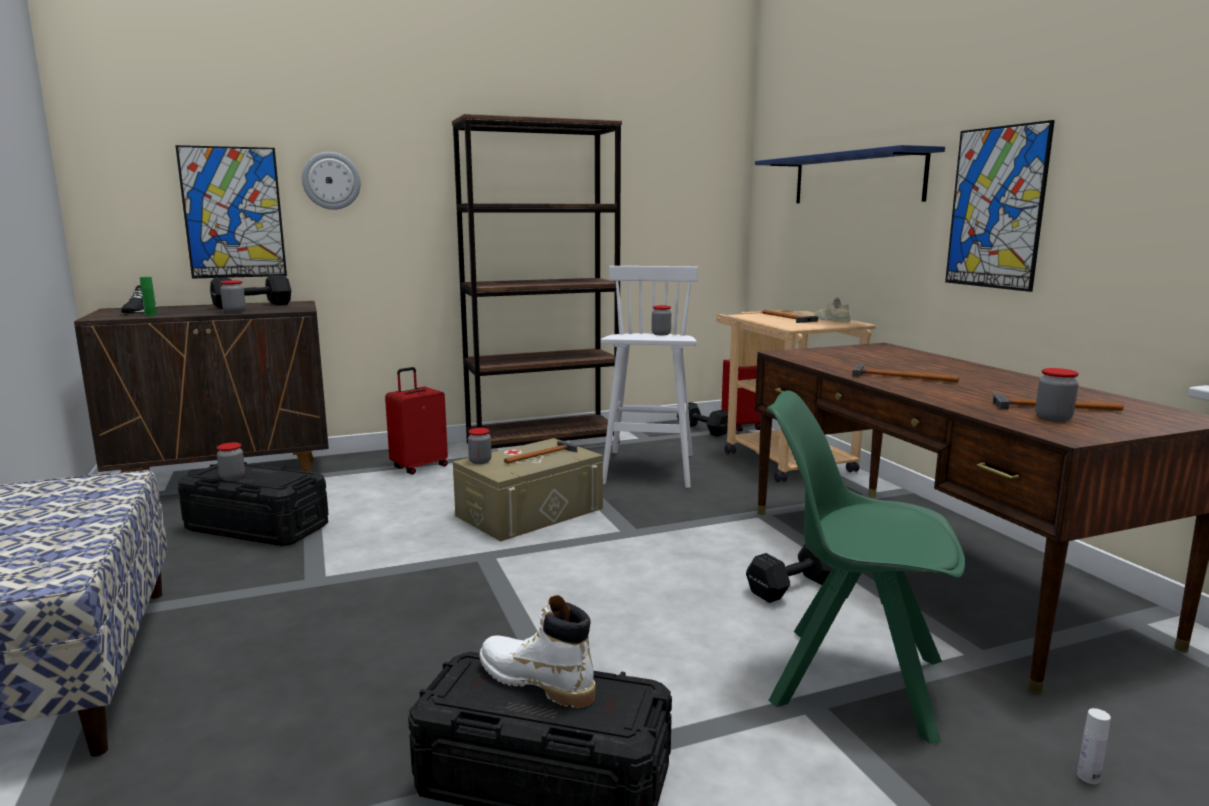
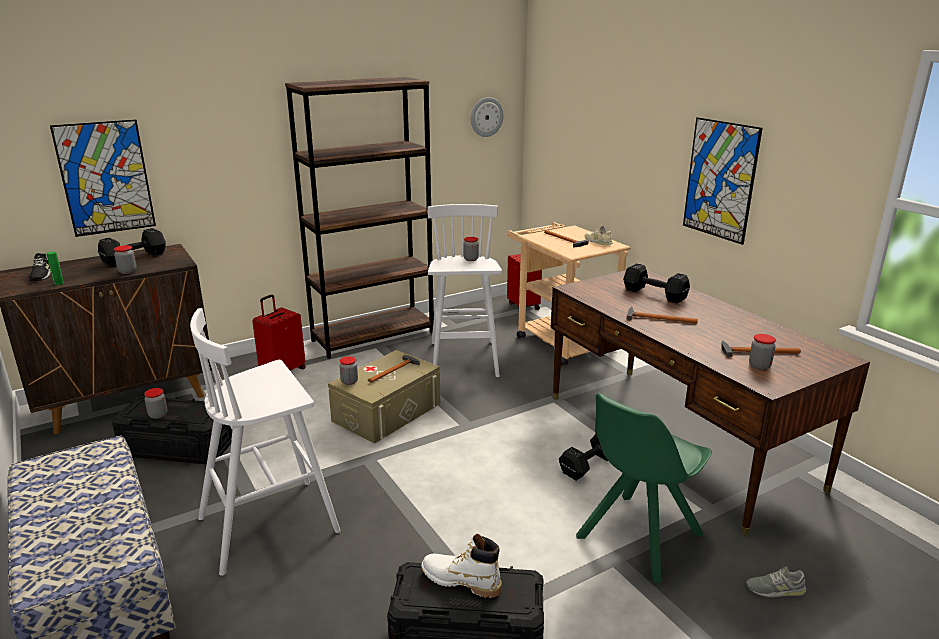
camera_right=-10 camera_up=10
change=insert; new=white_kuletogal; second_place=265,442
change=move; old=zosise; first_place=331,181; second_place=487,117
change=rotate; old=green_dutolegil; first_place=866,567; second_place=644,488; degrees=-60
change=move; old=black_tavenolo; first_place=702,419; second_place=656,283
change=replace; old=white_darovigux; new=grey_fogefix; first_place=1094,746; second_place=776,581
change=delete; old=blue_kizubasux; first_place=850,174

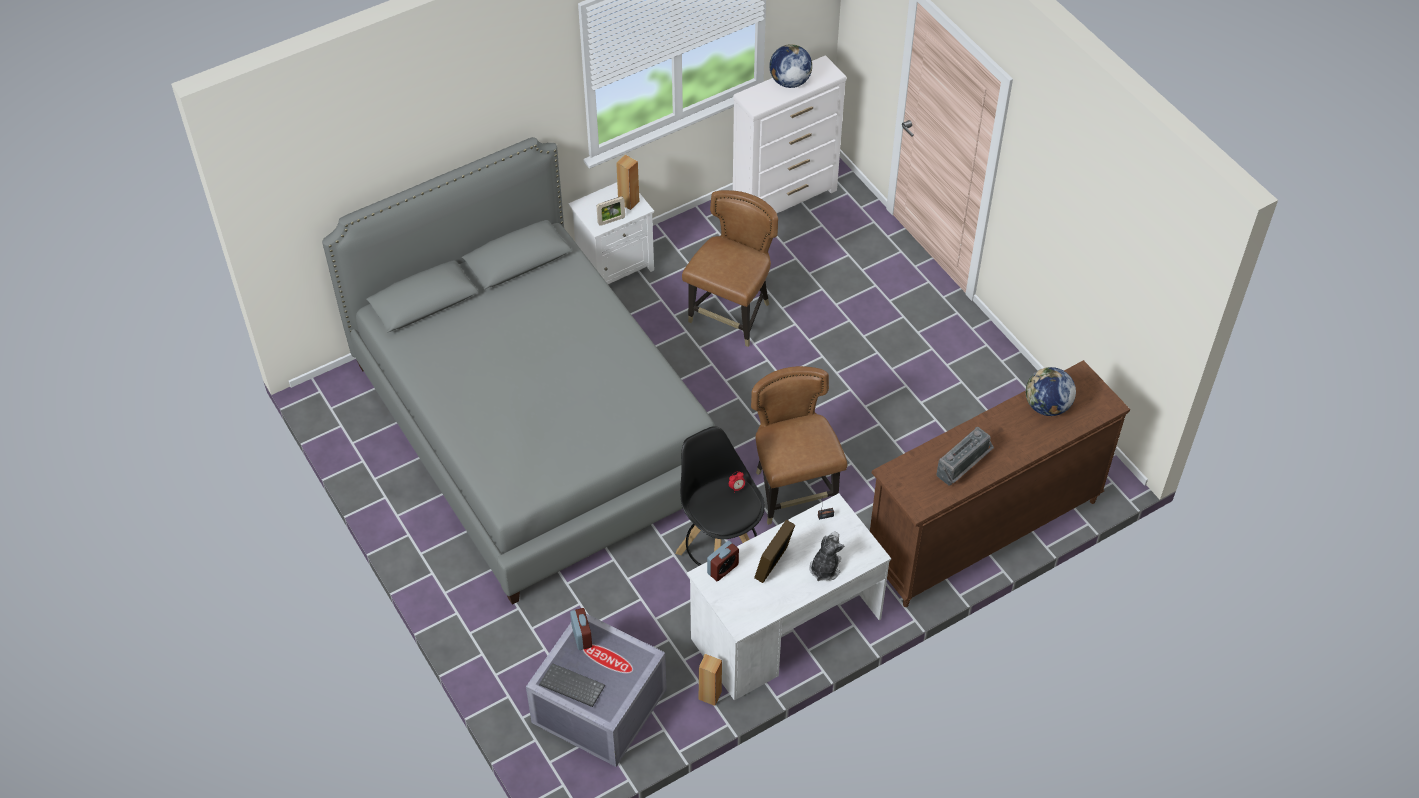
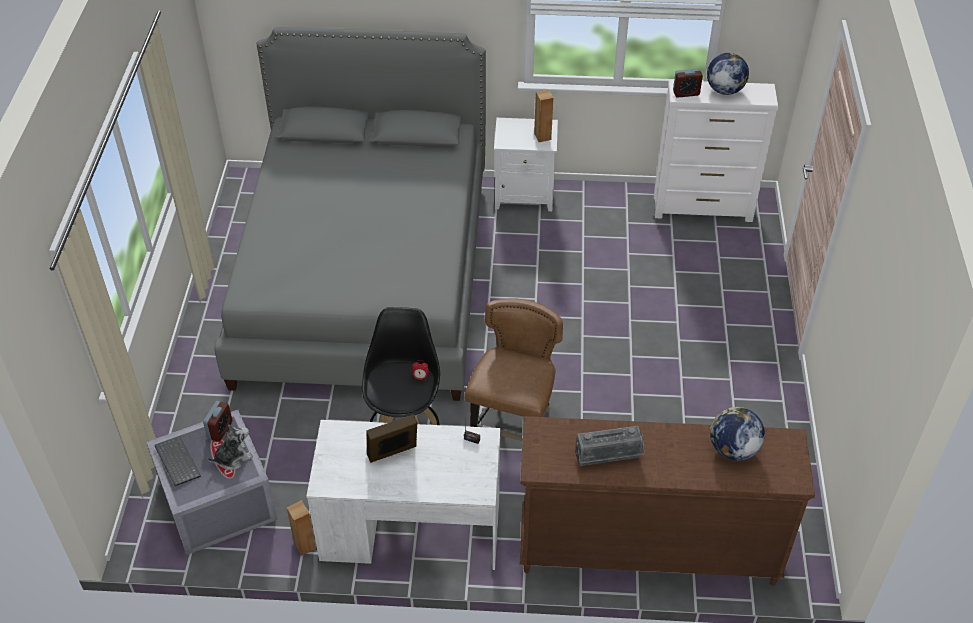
camera_right=35 camera_up=-5
change=move; old=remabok; first_place=827,556; second_place=230,447
change=move; old=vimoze; first_place=723,561; second_place=688,83
change=delete; old=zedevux; first_place=611,211
change=delete; old=brown_dutolegil; first_place=730,268

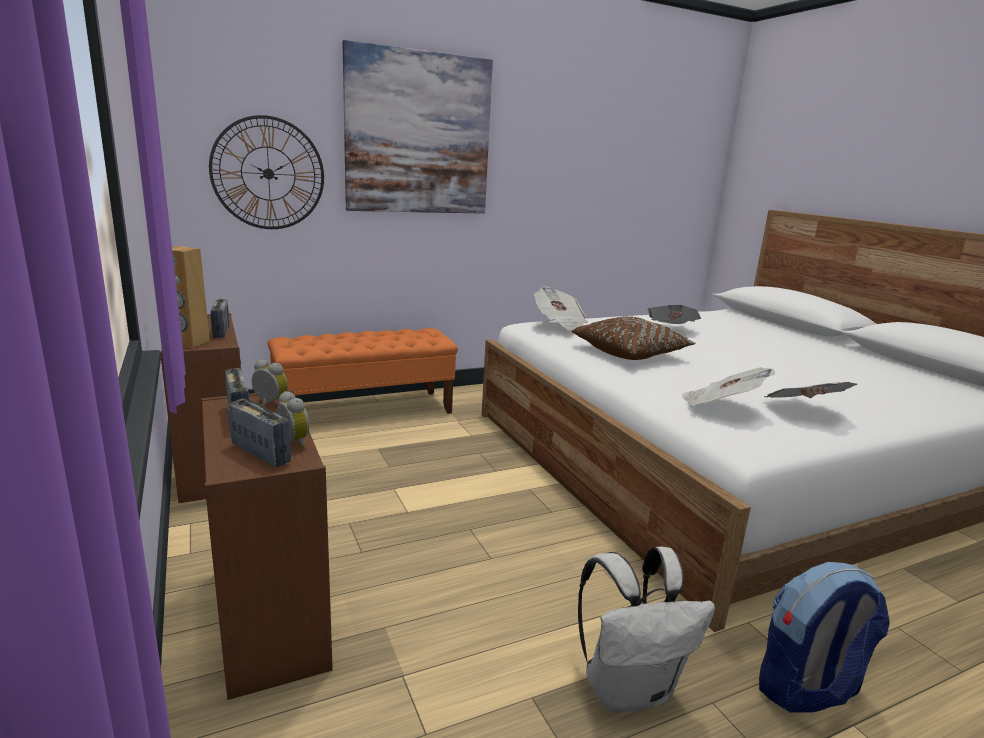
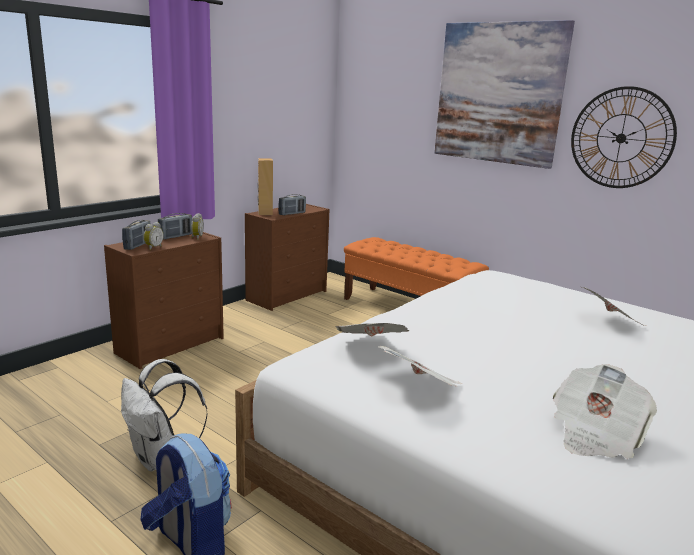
camera_right=65 camera_up=0
change=move; old=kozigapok; first_place=561,308; second_place=604,411
change=move; old=zosise; first_place=266,172; second_place=624,137
change=delete; old=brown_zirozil; first_place=634,338

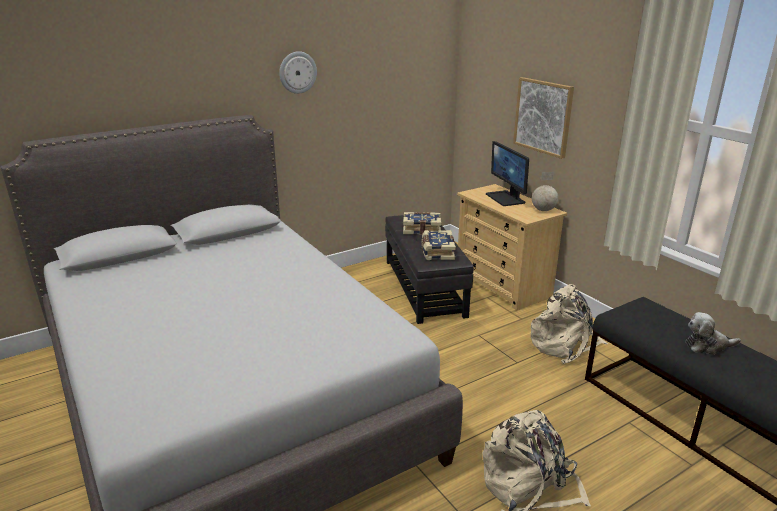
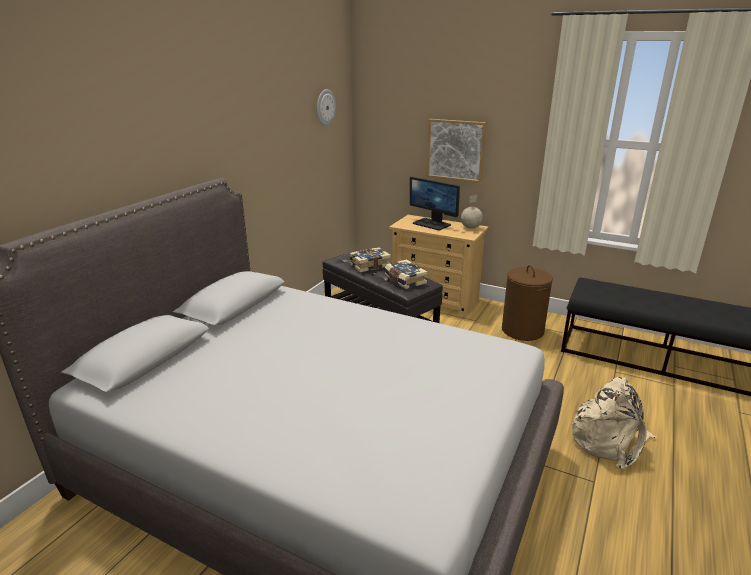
camera_right=-30 camera_up=0
change=move; old=zosise; first_place=298,72; second_place=326,107
change=replace; old=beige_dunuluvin; new=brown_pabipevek; first_place=569,324; second_place=527,303
change=delete; old=remabok; first_place=713,333

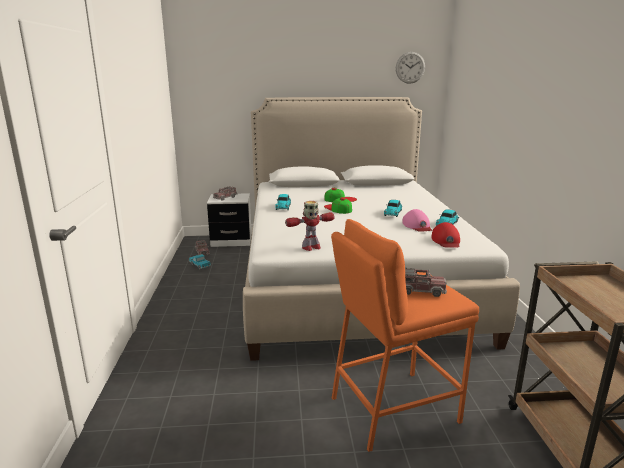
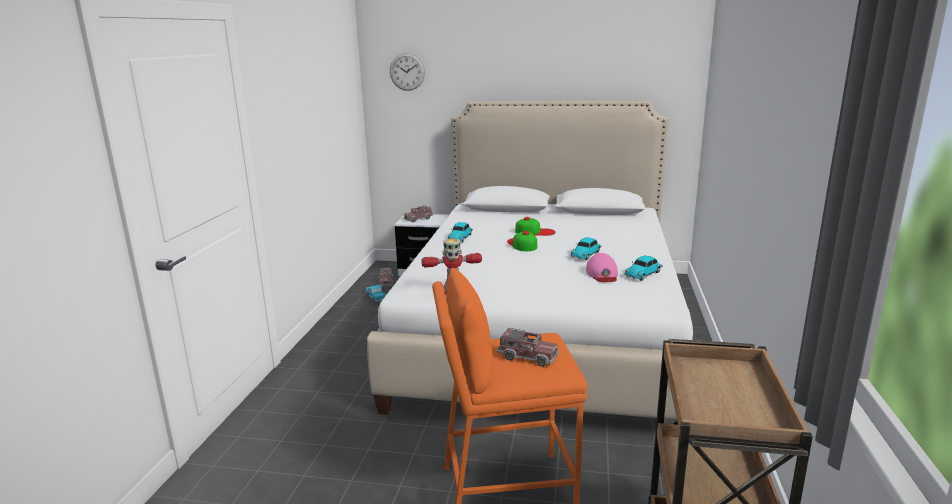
camera_right=15 camera_up=0
change=move; old=zosise; first_place=410,68; second_place=407,72
change=delete; old=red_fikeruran; first_place=445,235

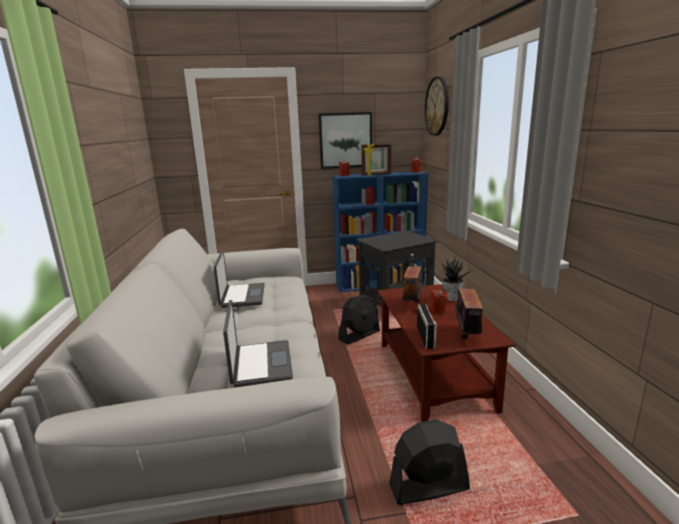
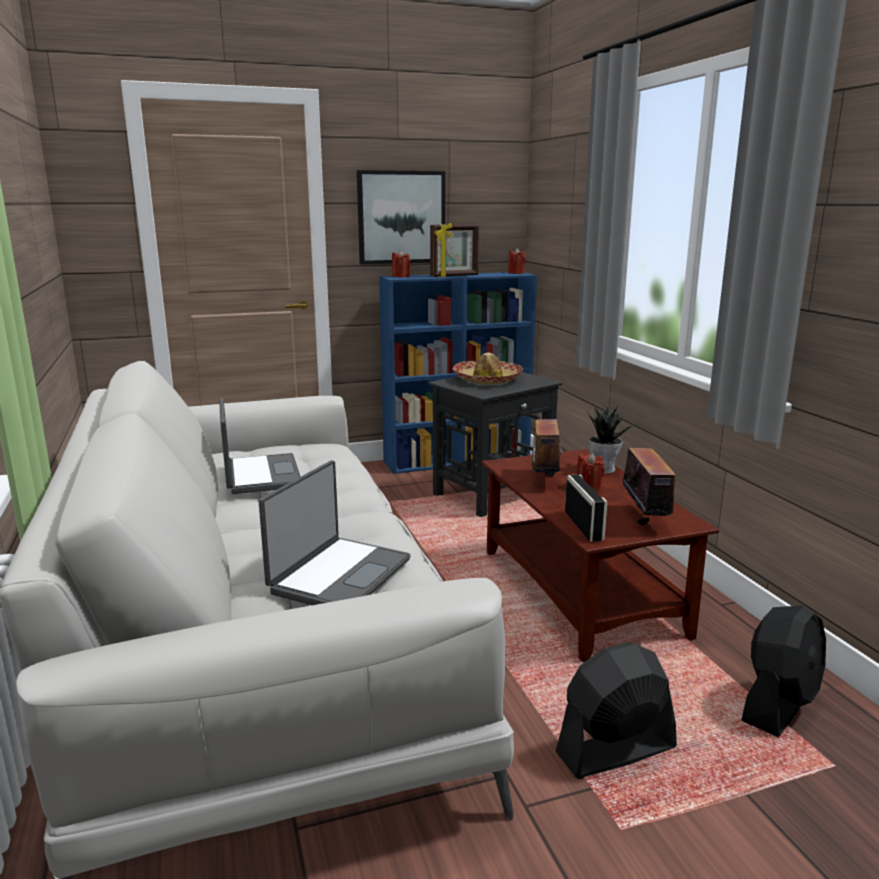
camera_right=-10 camera_up=0
change=rotate; old=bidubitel; first_place=258,344; second_place=335,532; degrees=45
change=insert; new=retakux; second_place=488,369
change=move; old=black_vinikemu; first_place=359,319; second_place=783,671
change=delete; old=zosise; first_place=437,106

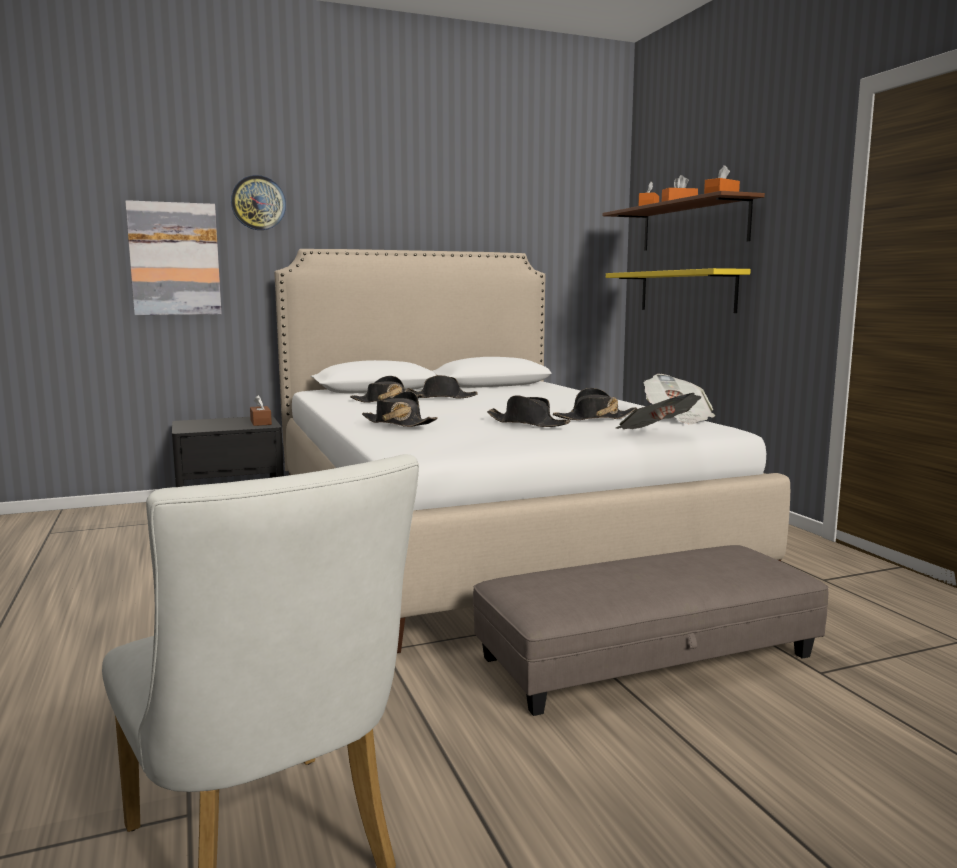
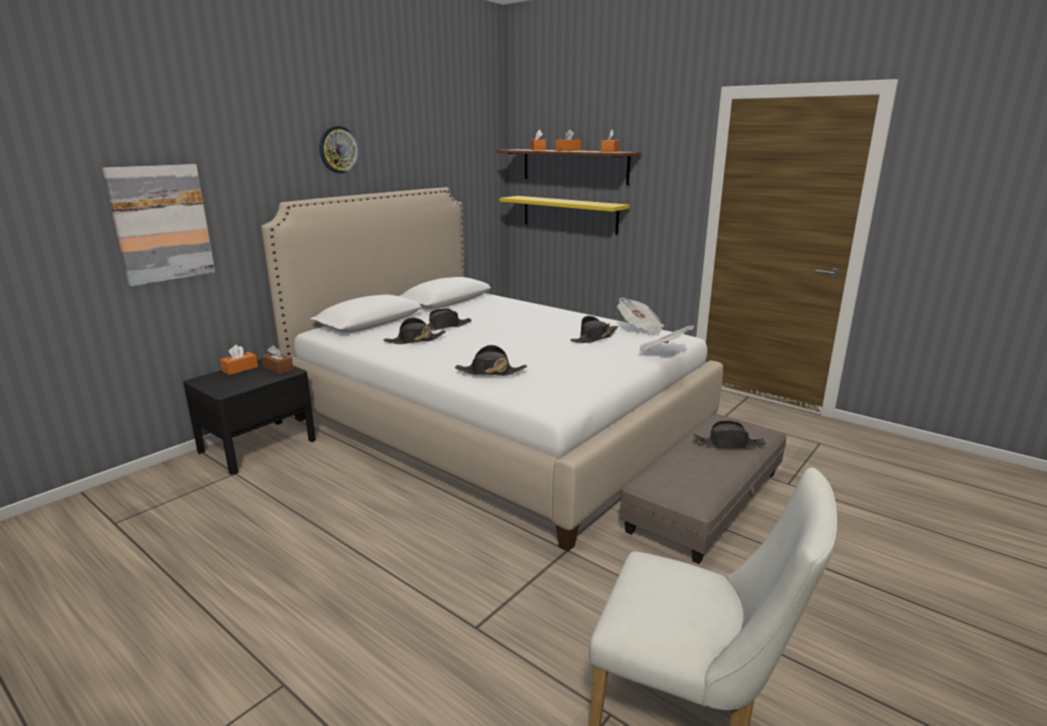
camera_right=-30 camera_up=10
change=insert; new=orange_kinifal; second_place=239,360
change=move; old=zosise; first_place=258,202; second_place=339,150
change=move; old=black_retakux; first_place=528,411; second_place=729,434

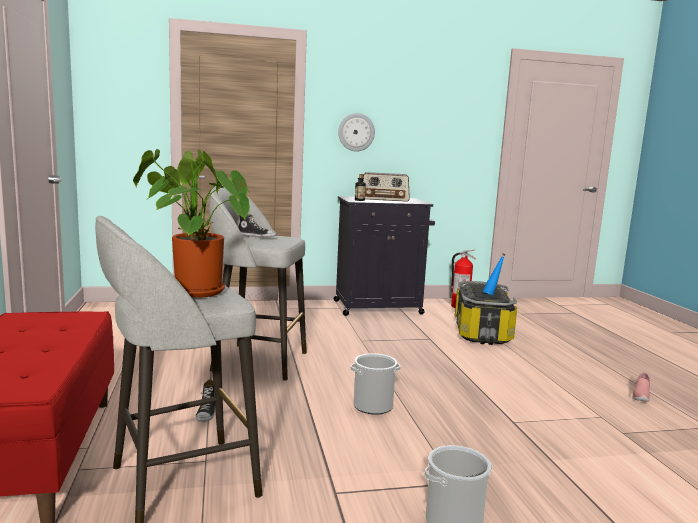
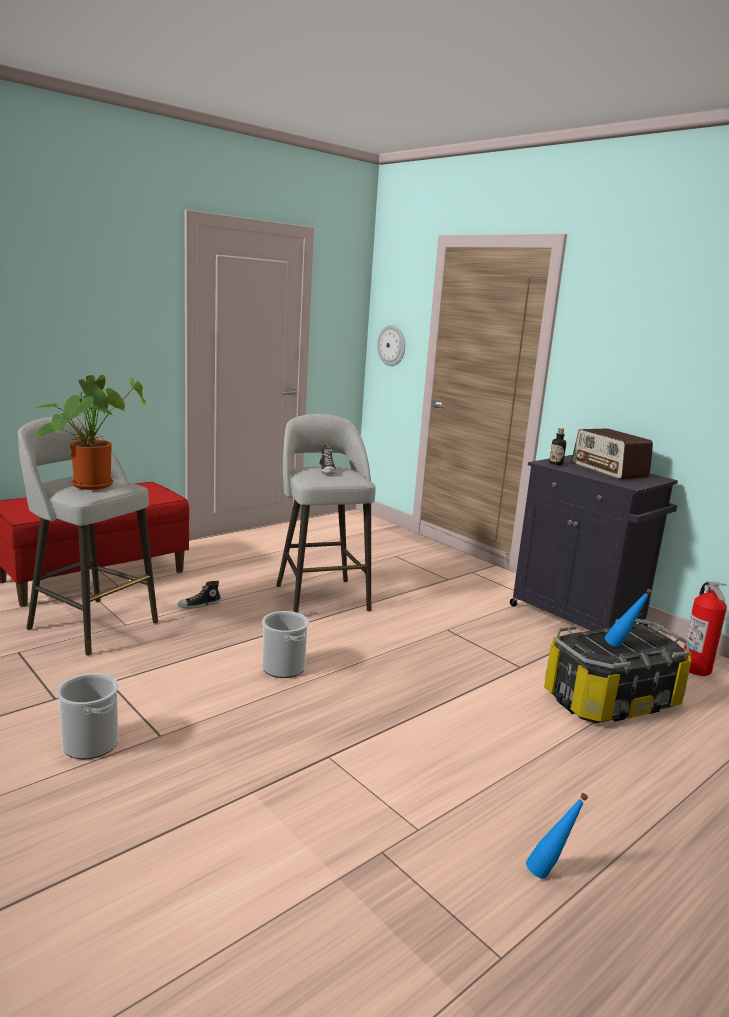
camera_right=60 camera_up=5
change=move; old=zosise; first_place=356,132; second_place=391,345
change=replace; old=pink_fogefix; new=blue_darovigux; first_place=641,387; second_place=557,836

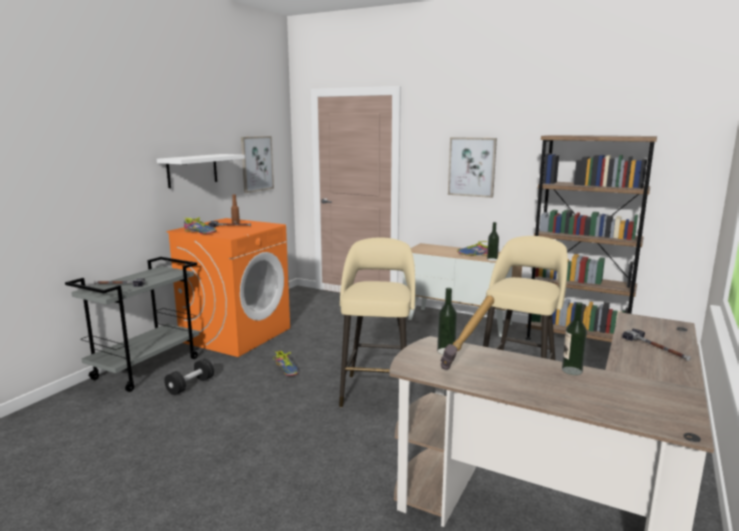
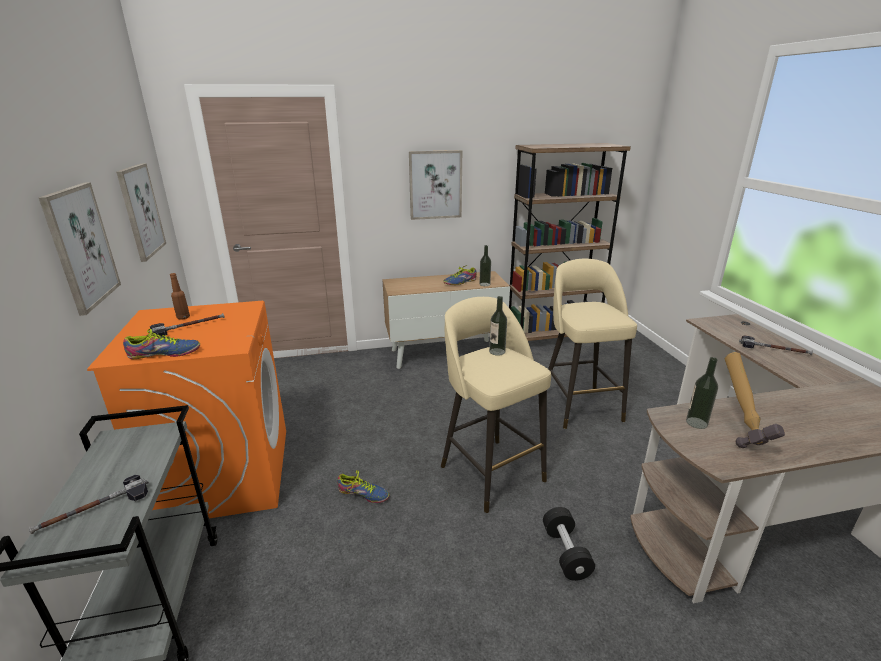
camera_right=-40 camera_up=10
change=replace; old=white_kizubasux; new=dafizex; first_place=201,171; second_place=80,249
change=move; old=darovigux; first_place=574,338; second_place=498,326
change=move; old=black_tavenolo; first_place=189,376; second_place=569,544

